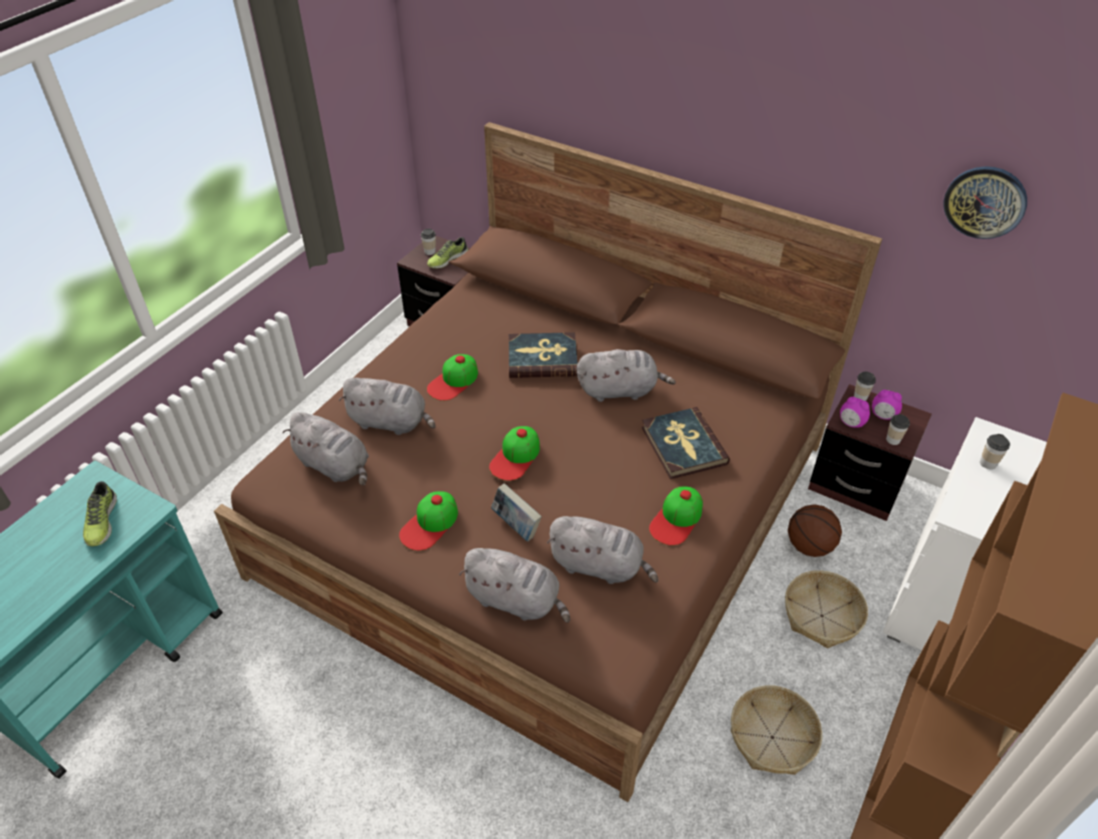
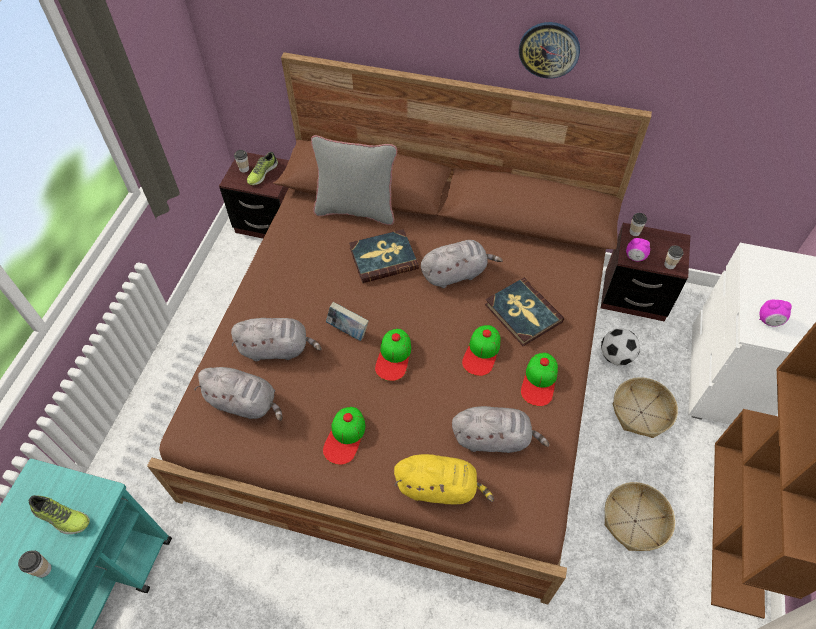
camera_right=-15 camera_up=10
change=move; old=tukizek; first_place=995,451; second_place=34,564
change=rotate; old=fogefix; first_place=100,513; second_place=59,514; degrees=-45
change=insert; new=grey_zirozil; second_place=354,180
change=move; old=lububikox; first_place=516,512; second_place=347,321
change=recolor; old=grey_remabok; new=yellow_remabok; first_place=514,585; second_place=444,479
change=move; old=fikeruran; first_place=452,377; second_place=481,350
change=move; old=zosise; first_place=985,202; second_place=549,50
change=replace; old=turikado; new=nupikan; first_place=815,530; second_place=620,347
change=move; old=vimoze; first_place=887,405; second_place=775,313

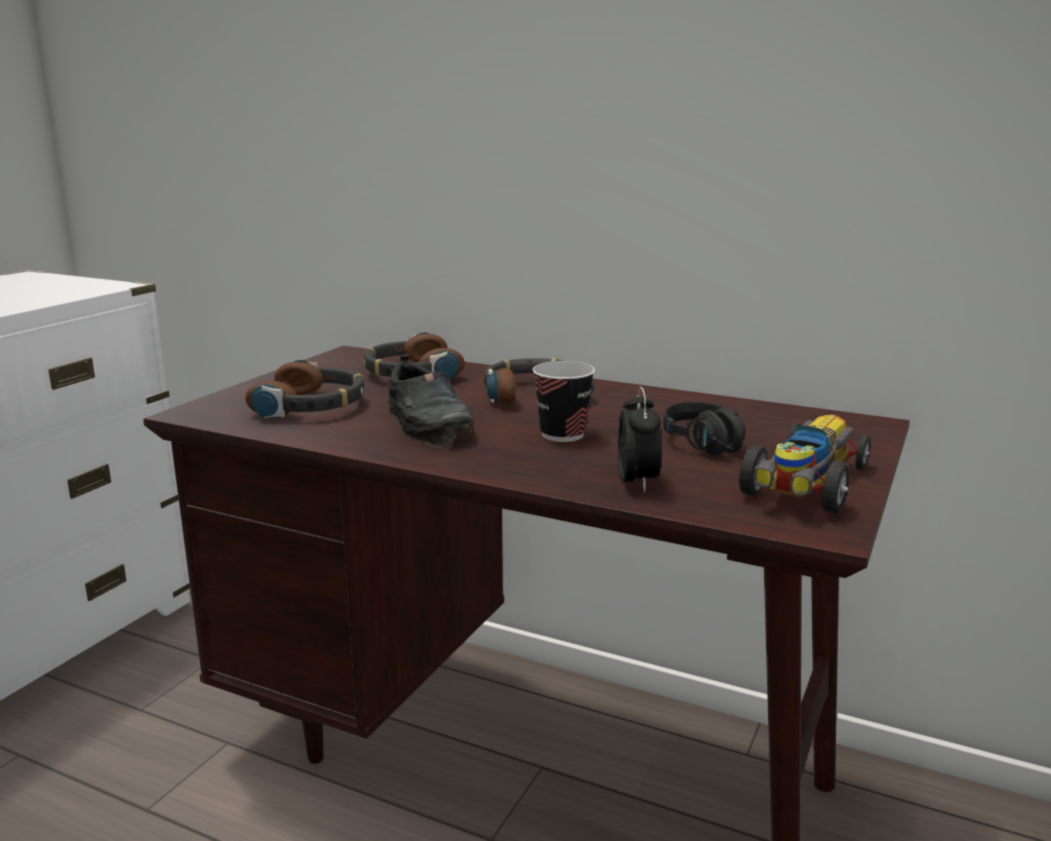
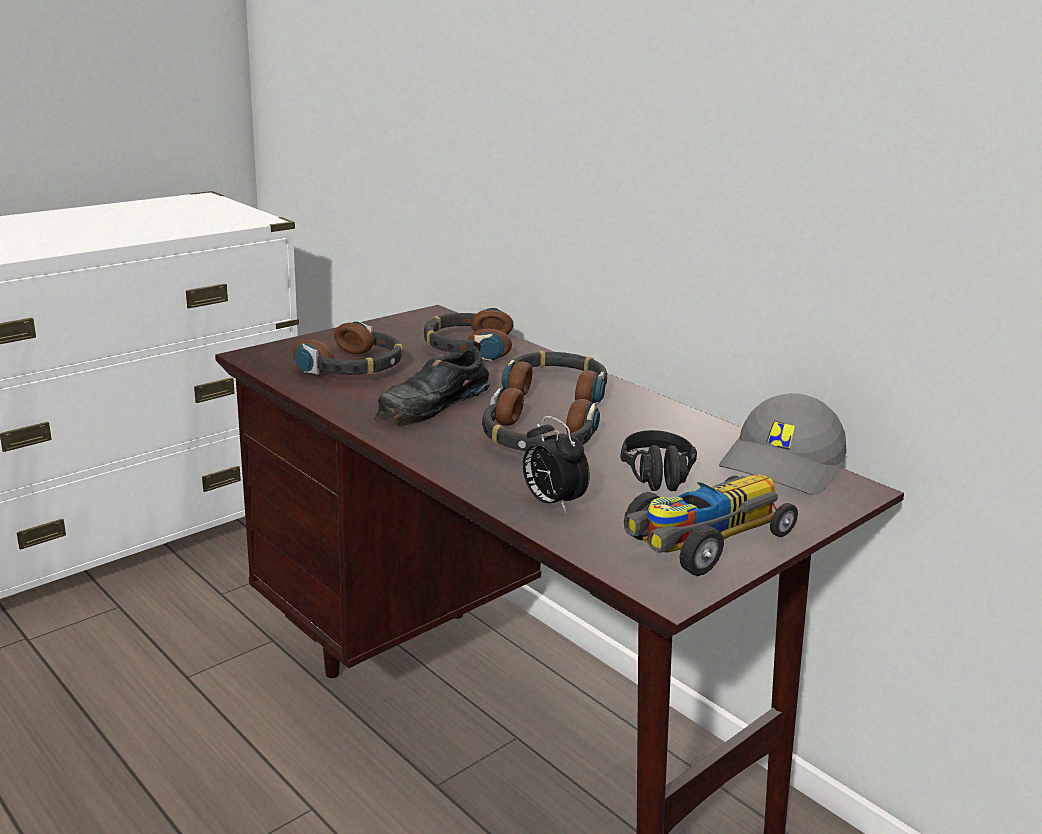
camera_right=20 camera_up=5
change=rotate; old=black_fogefix; first_place=431,402; second_place=432,384; degrees=45
change=replace; old=tukizek; new=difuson; first_place=564,401; second_place=541,419
change=rotate; old=vimoze; first_place=640,439; second_place=556,464; degrees=120
change=insert; new=grey_fikeruran; second_place=783,444

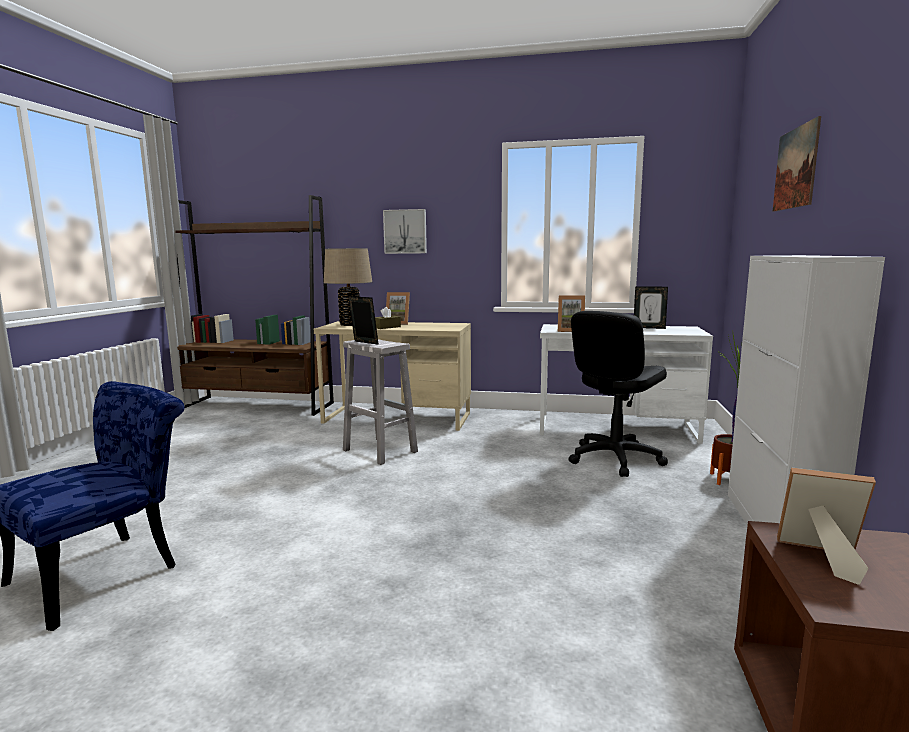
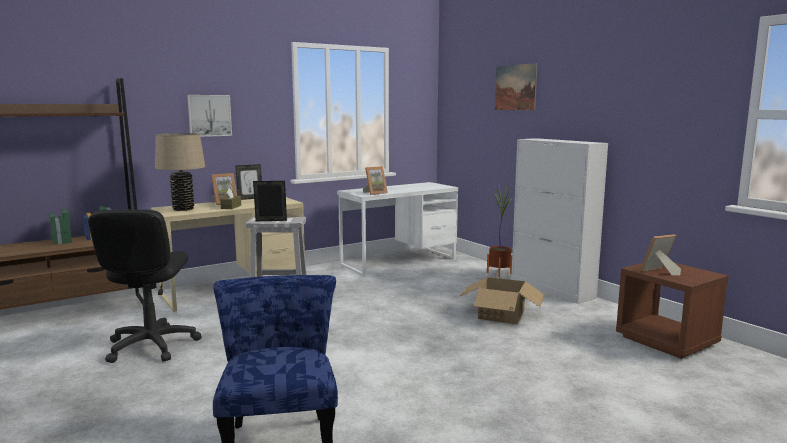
camera_right=-45 camera_up=0
change=move; old=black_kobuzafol; first_place=618,394; second_place=145,286
change=move; old=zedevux; first_place=651,307; second_place=248,182
change=insert; new=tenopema; second_place=502,300

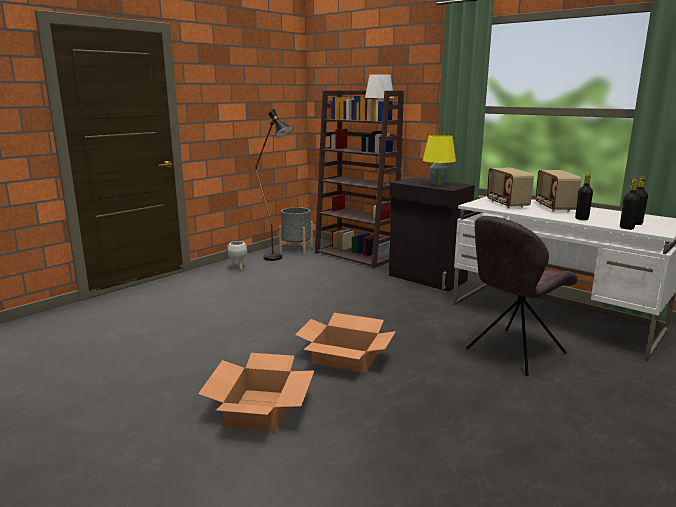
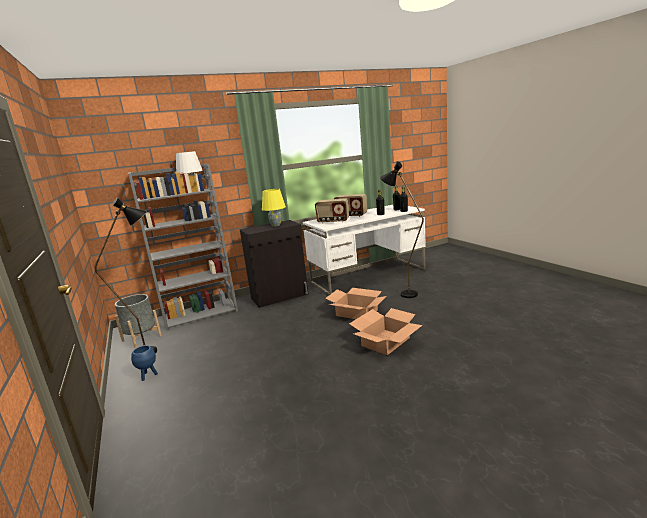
camera_right=-65 camera_up=0
change=recolor; old=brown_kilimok; new=grey_kilimok; first_place=359,180; second_place=183,247
change=recolor; old=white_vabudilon; new=blue_vabudilon; first_place=237,255; second_place=144,363
change=move; old=tenopema; first_place=256,392; second_place=356,303
change=replace; old=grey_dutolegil; new=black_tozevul; first_place=522,296; second_place=402,229

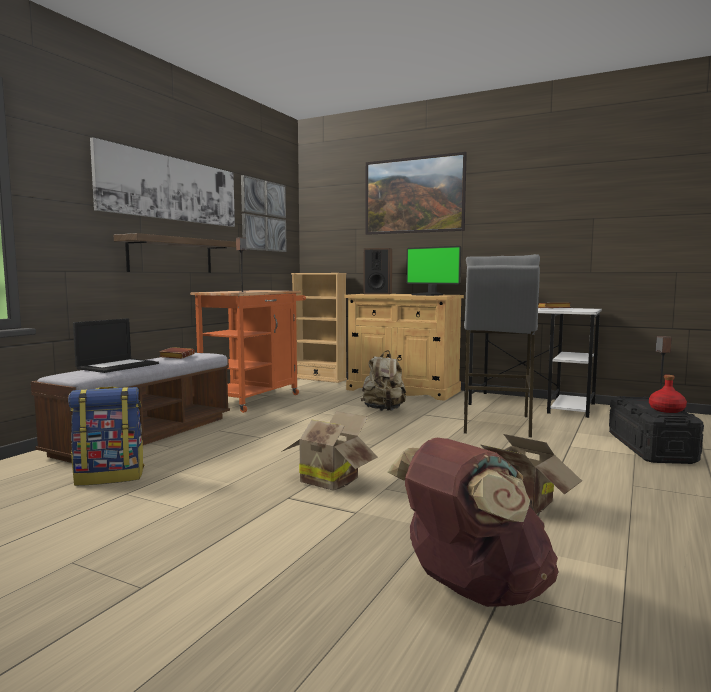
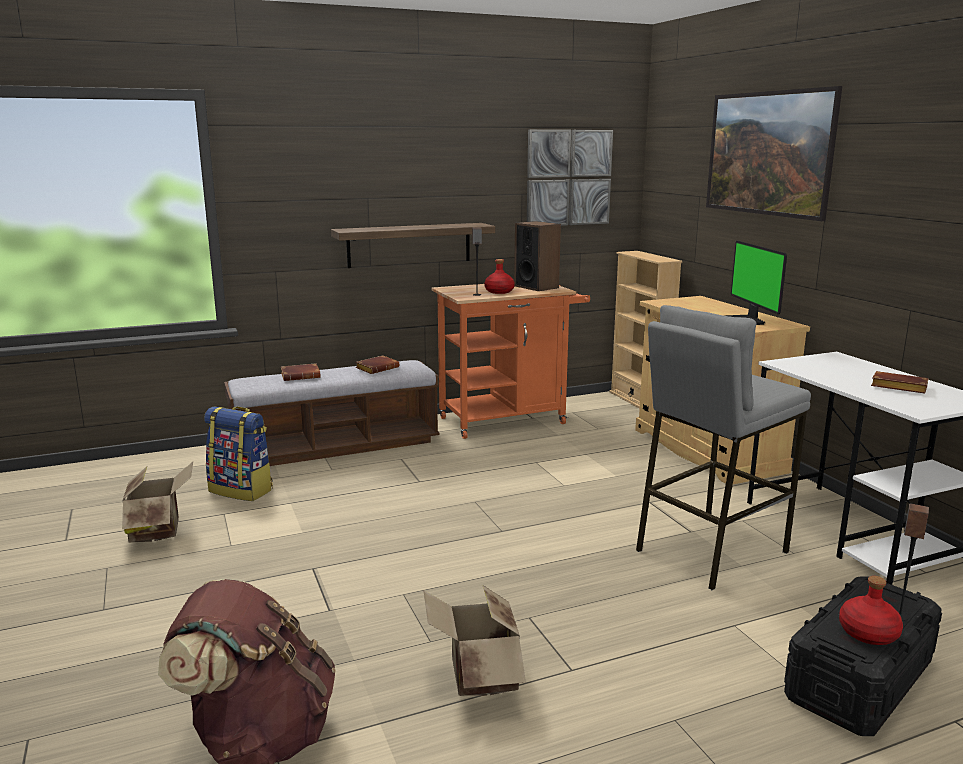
camera_right=40 camera_up=10
change=move; old=tenopema; first_place=329,451; second_place=157,502
change=replace; old=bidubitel; new=brown_lububikox; first_place=116,345; second_place=301,372
change=insert; new=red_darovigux; second_place=499,276
change=move; old=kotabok; first_place=378,271; second_place=537,256
change=delete; old=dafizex; first_place=162,182
change=delete; old=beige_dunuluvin; first_place=383,380

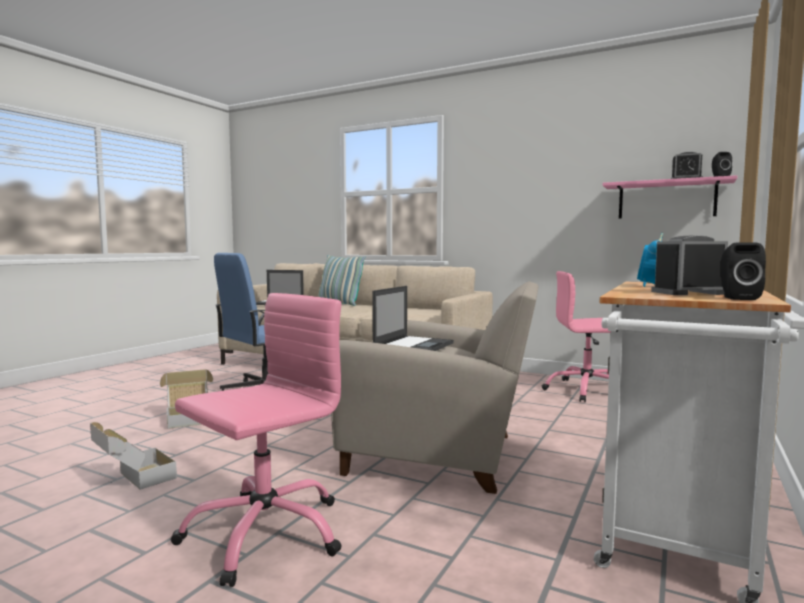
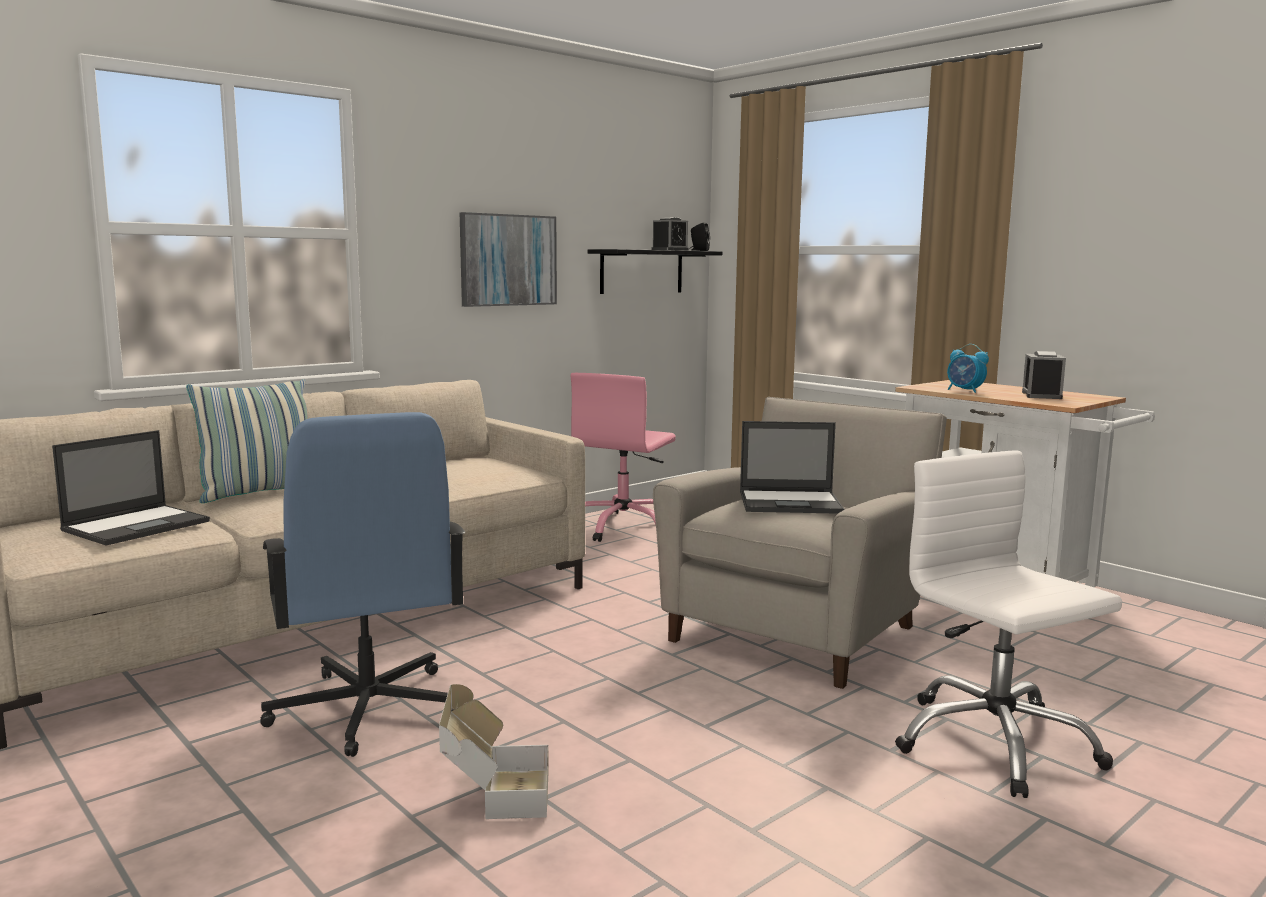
camera_right=-70 camera_up=5
change=insert; new=dafizex; second_place=508,259
change=recolor; old=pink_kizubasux; new=black_kizubasux; first_place=670,197; second_place=655,271
change=rotate; old=bidubitel; first_place=413,318; second_place=792,467; degrees=135
change=recolor; old=pink_kobuzafol; new=white_kobuzafol; first_place=256,440; second_place=1008,624
change=delete; old=tenopema; first_place=133,456
change=delete; old=black_kotabok; first_place=743,271

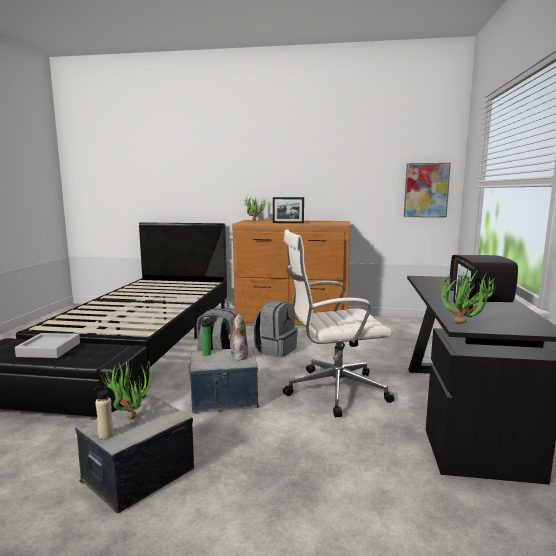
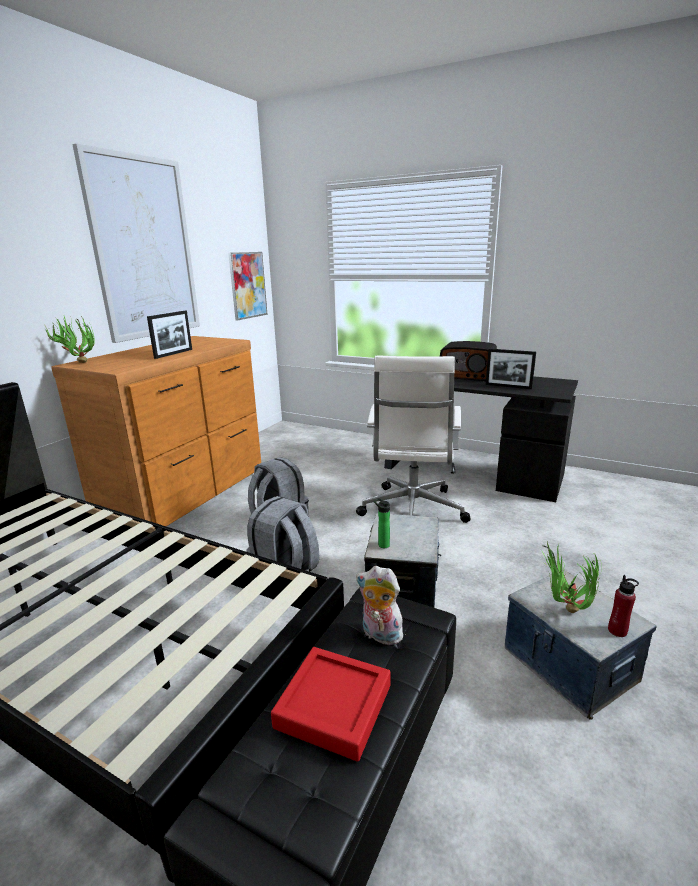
camera_right=-70 camera_up=10
change=insert; new=dafizex; second_place=136,243
change=recolor; old=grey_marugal; new=red_marugal; first_place=47,345; second_place=331,704
change=move; old=remabok; first_place=238,337; second_place=382,606
change=recolor; old=beige_darovigux; new=red_darovigux; first_place=104,411; second_place=623,606
change=delete; old=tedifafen; first_place=468,295

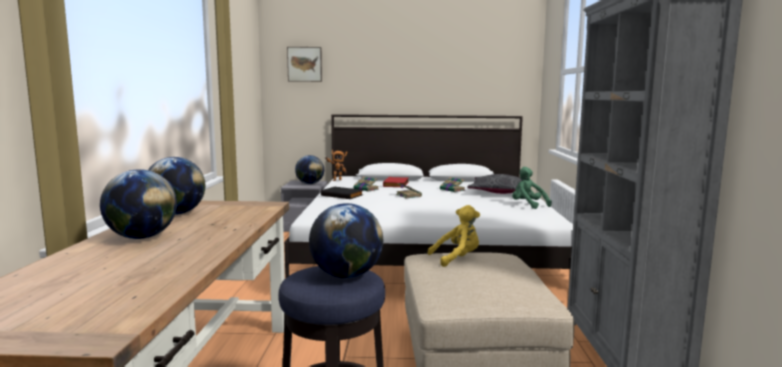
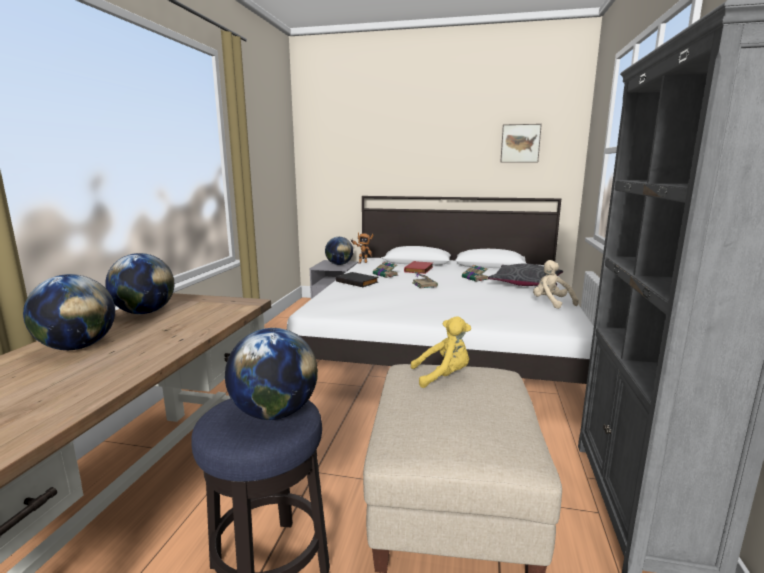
camera_right=10 camera_up=5
change=move; old=dafizex; first_place=304,64; second_place=521,143
change=recolor; old=green_remabok; new=beige_remabok; first_place=532,188; second_place=556,284

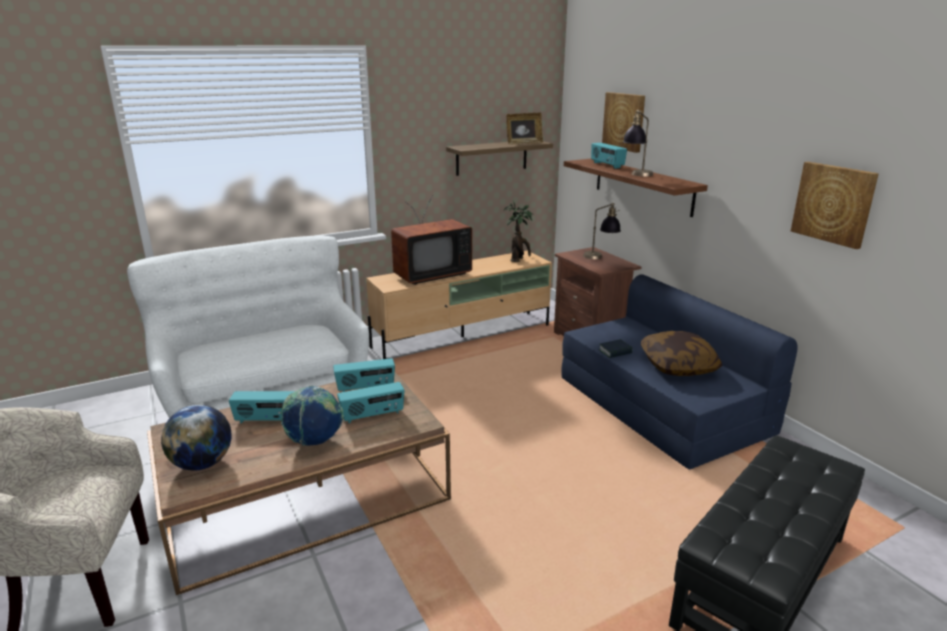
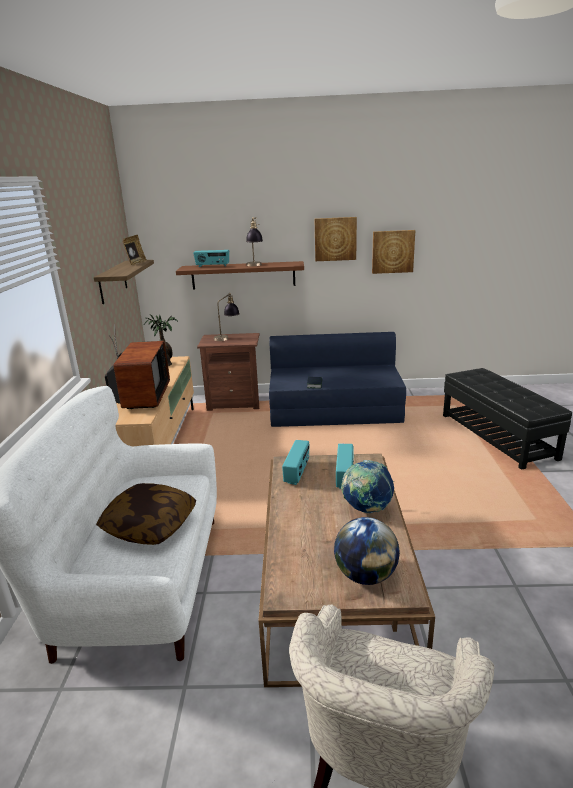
camera_right=-60 camera_up=0
change=move; old=zirozil; first_place=681,353; second_place=146,514
change=move; old=dafizex; first_place=623,122; second_place=336,239
change=delete; old=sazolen; first_place=262,407

